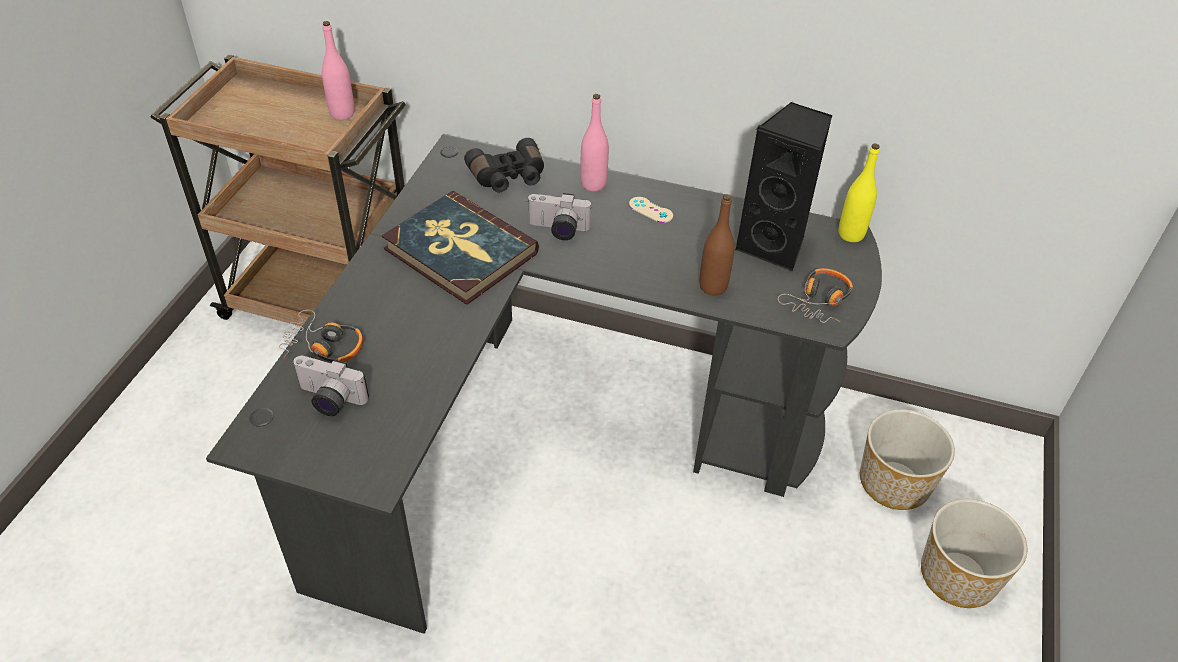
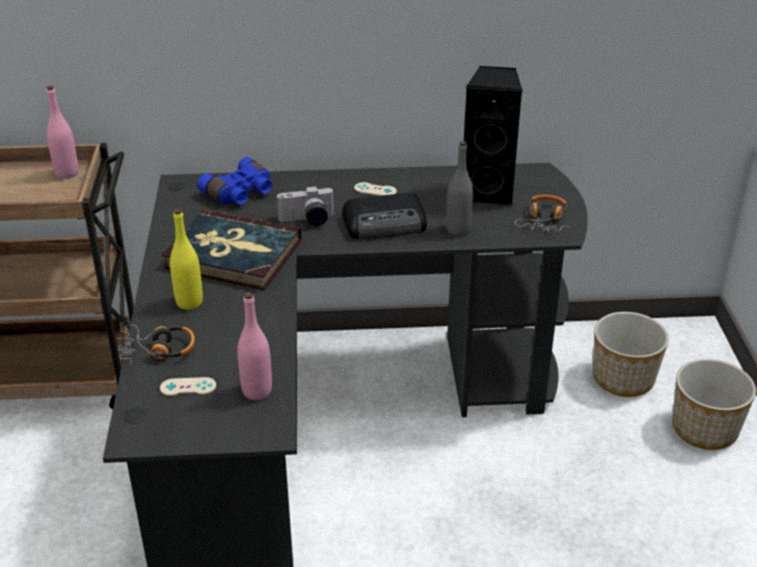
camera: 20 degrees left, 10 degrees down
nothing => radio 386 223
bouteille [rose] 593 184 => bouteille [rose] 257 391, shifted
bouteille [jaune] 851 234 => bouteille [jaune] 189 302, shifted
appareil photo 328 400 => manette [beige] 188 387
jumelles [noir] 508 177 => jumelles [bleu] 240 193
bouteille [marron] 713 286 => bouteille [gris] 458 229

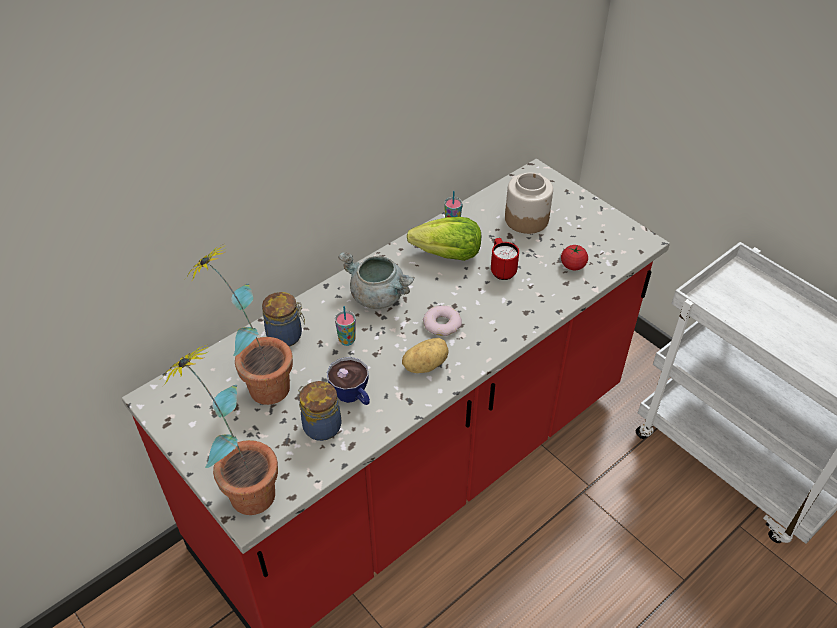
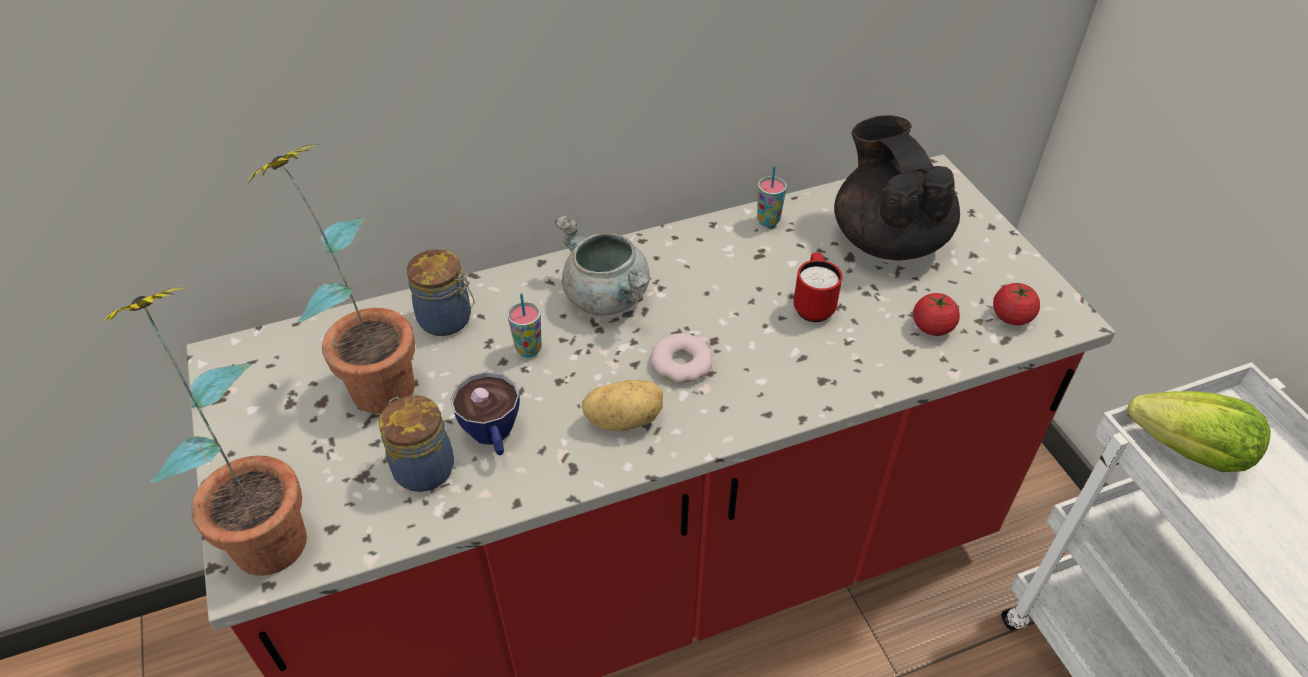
camera: 20 degrees right, 0 degrees up
nothing => tomate 1011 317
laitue 448 255 => laitue 1189 452, shifted
bocal 526 219 => théière [noir] 888 238

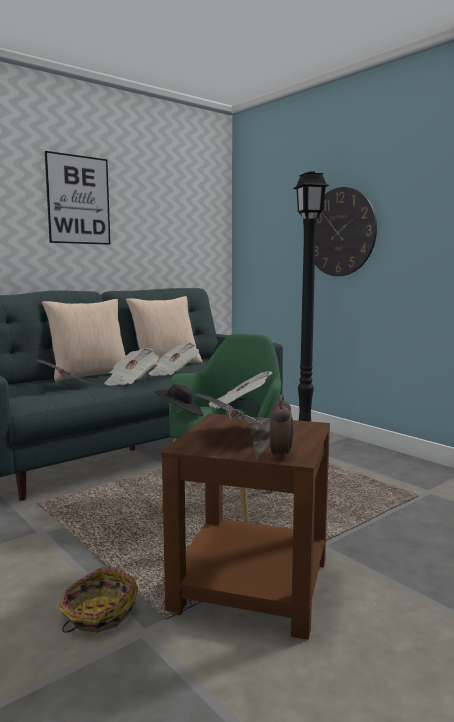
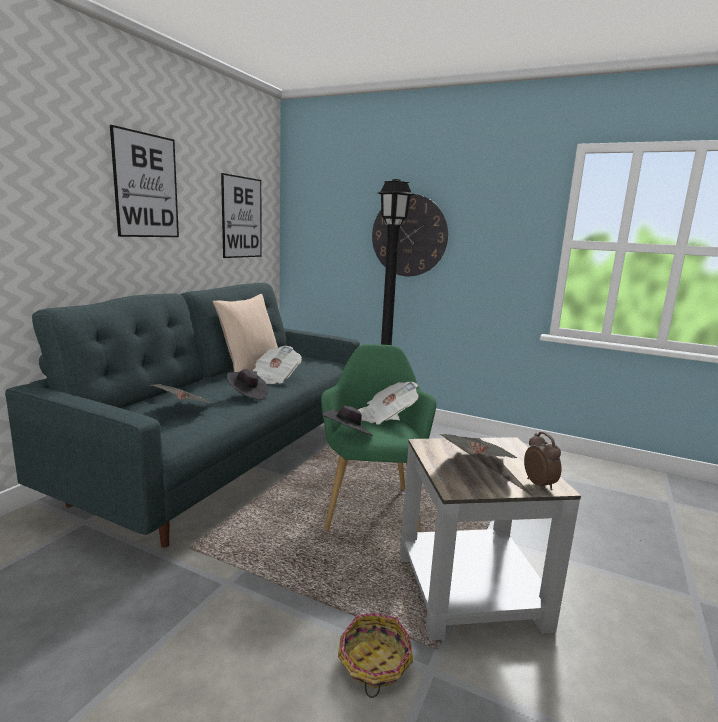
camera: 25 degrees left, 5 degrees up
coussin [beige] 90 374 => nothing
nothing => tableau 242 217
journal 131 381 => chapeau [noir] 247 395
table d'appoint [marron] 250 582 => table d'appoint [gris] 467 589

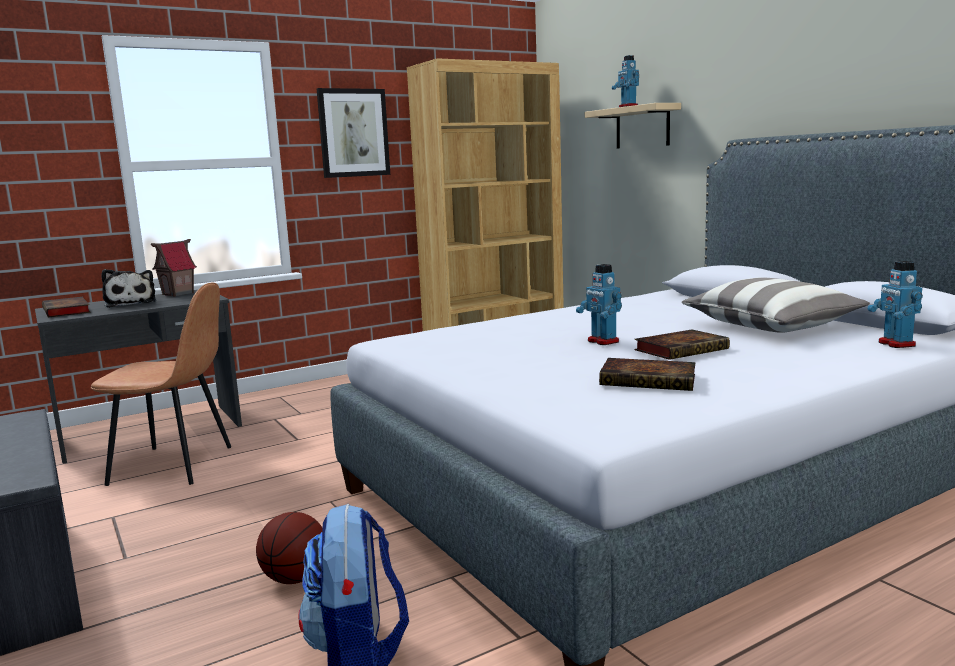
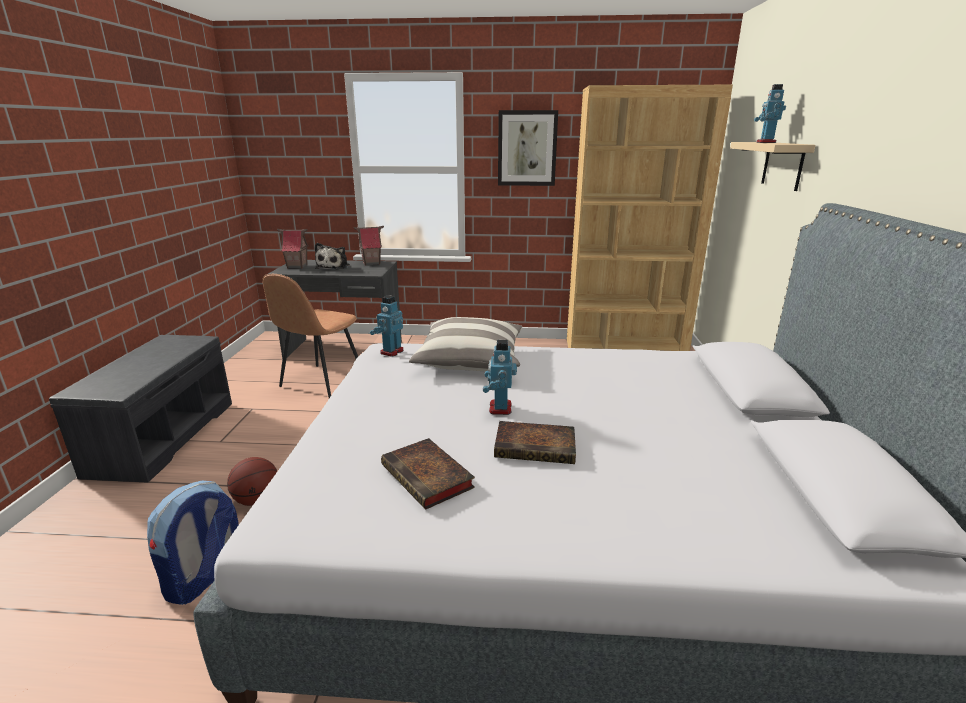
camera: 35 degrees right, 10 degrees up
coussin 771 326 => coussin 470 360, shifted
robot jouet 895 344 => robot jouet 391 352, shifted
livre 67 311 => maison miniature 297 266
chaise [marron] 175 465 => chaise [marron] 321 382, 75 degrees clockwise

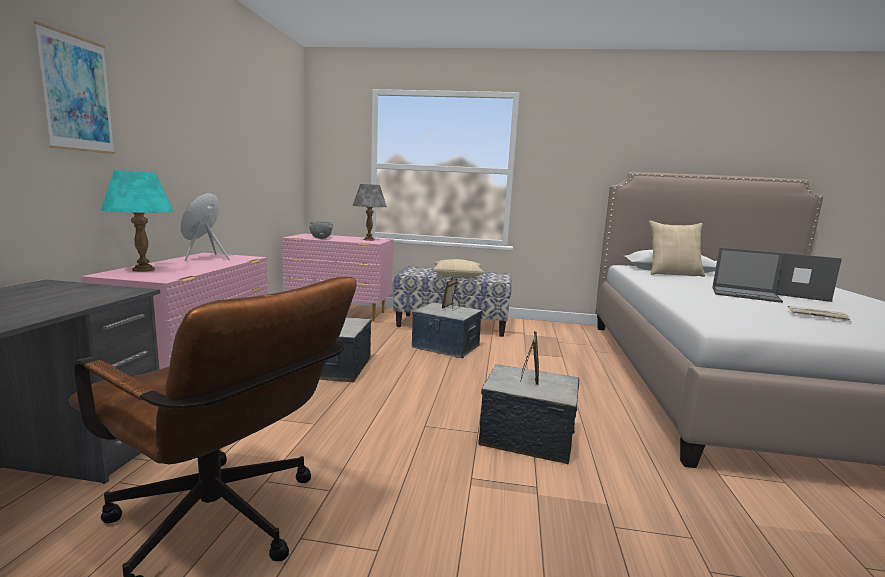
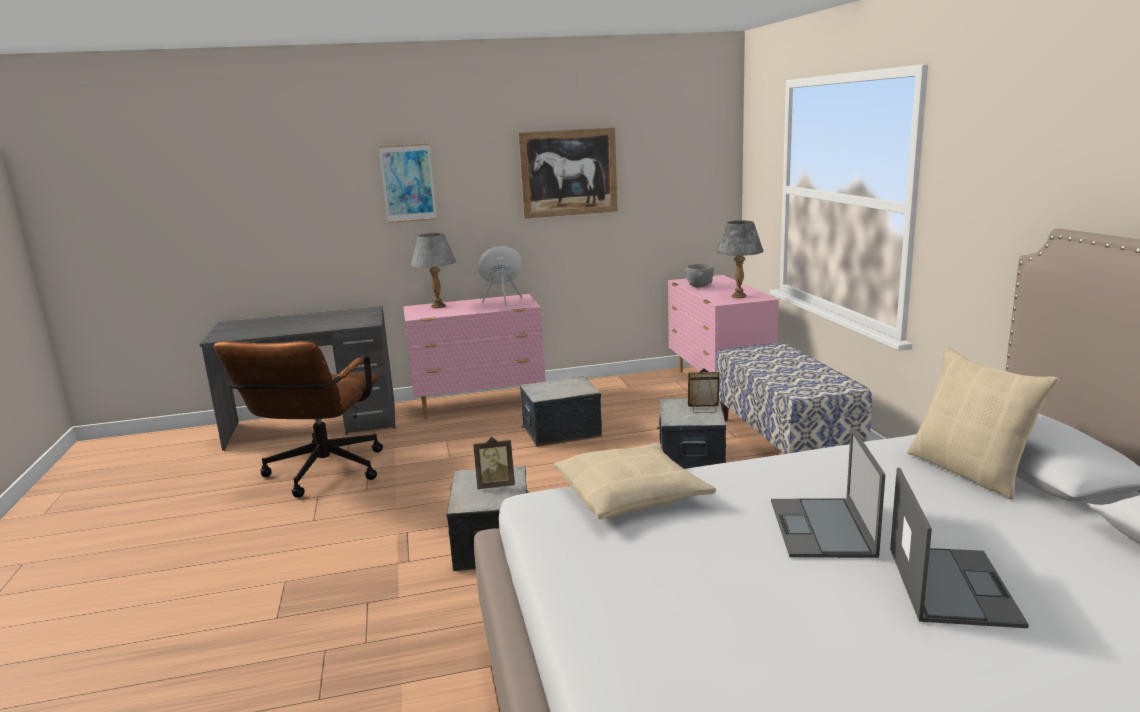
camera: 70 degrees right, 5 degrees up
journal 818 316 => nothing
nothing => tableau 568 172
coussin [beige] 457 275 => coussin [beige] 631 494, shifted
lampe de table [turquoise] 144 269 => lampe de table [gris] 438 306

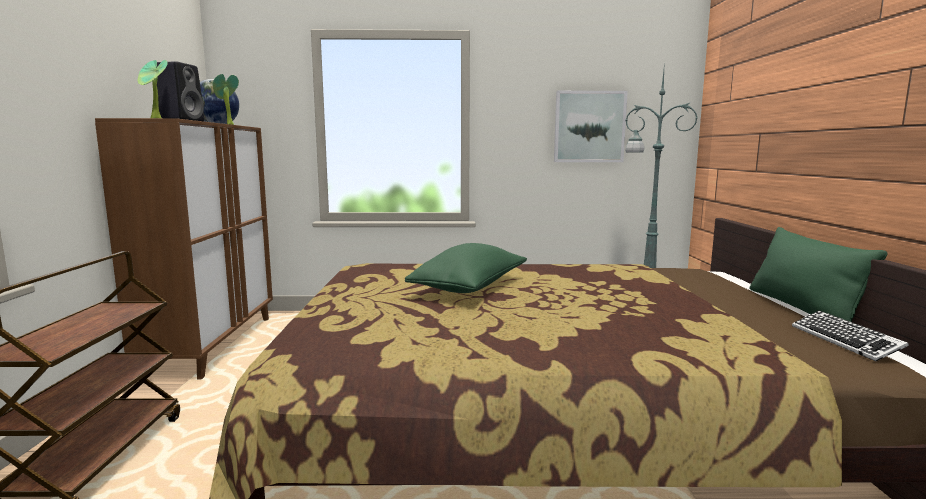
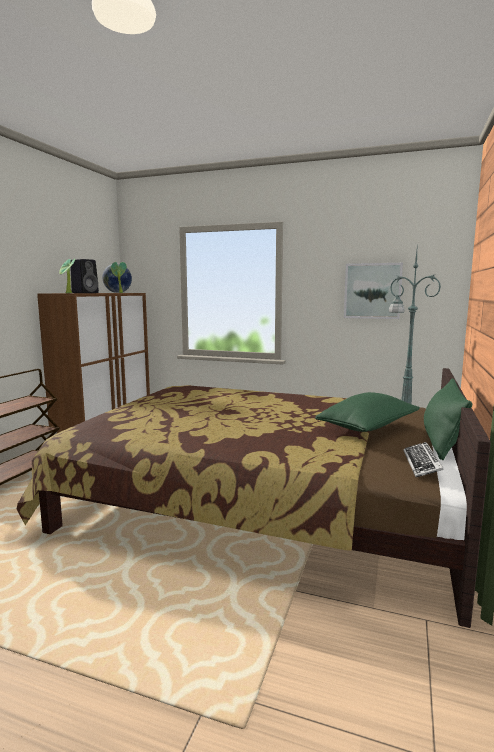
camera: 20 degrees right, 0 degrees up
coussin [vert] 470 288 => coussin [vert] 368 427, shifted

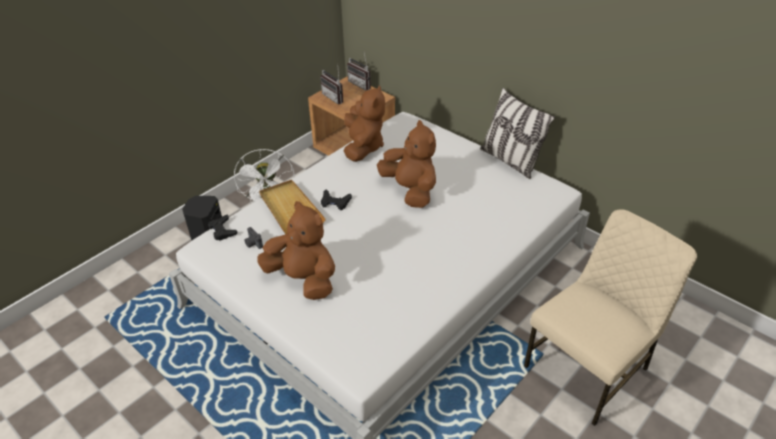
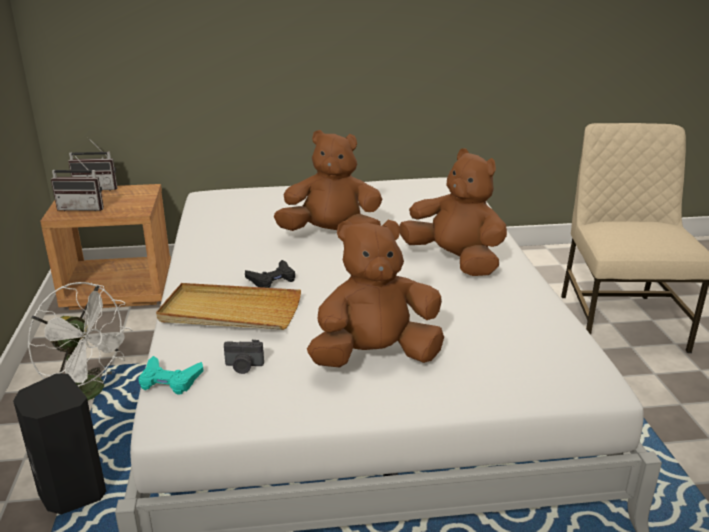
camera: 50 degrees left, 15 degrees down
coussin 510 161 => nothing
peluche [marron] 363 147 => peluche [marron] 454 261, shifted
manette [noir] 222 230 => manette [turquoise] 169 380

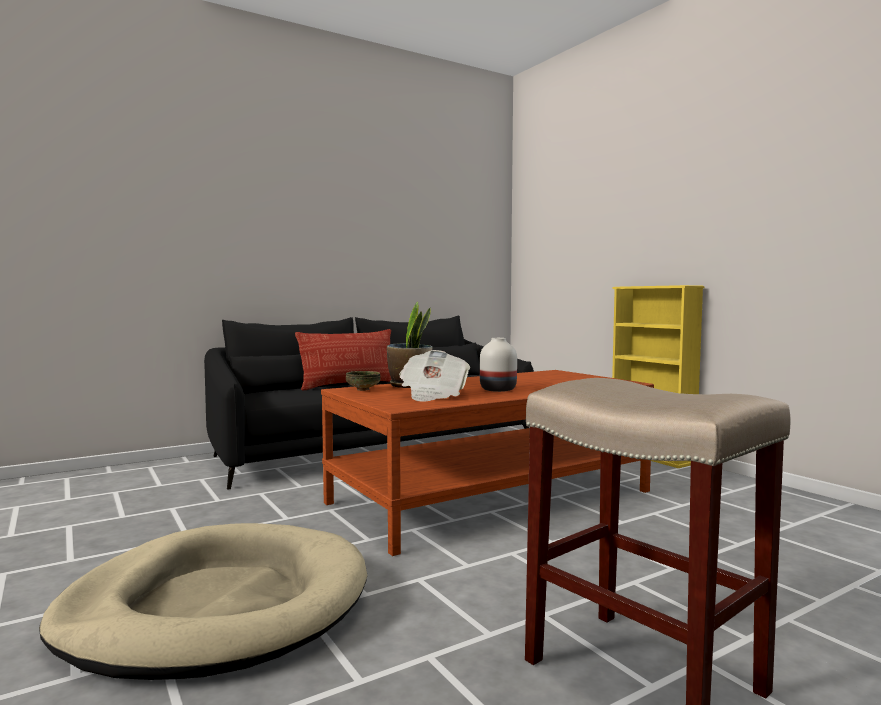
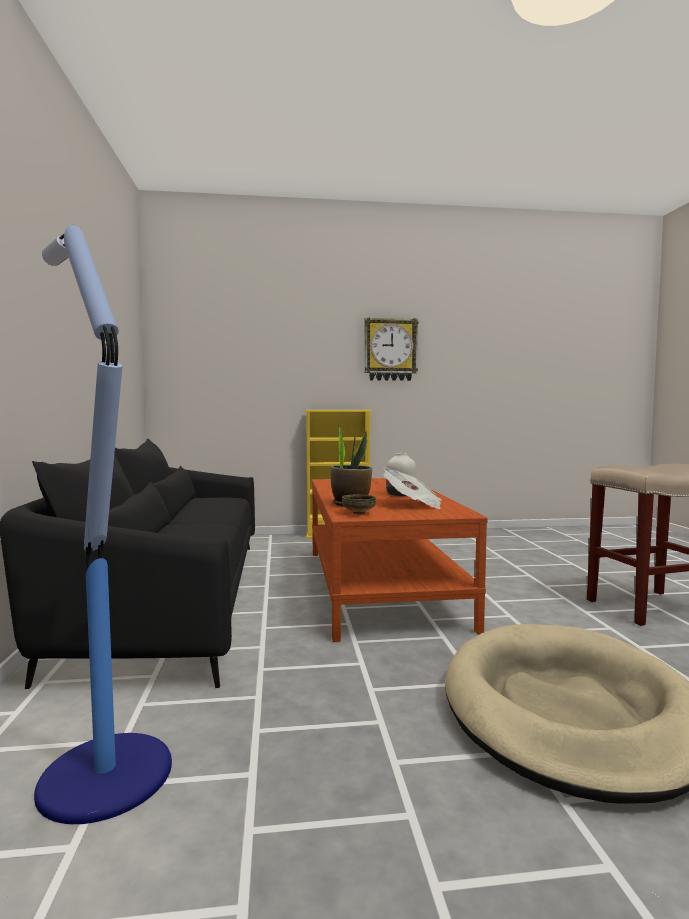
camera: 65 degrees left, 0 degrees up
coussin 349 385 => nothing
nothing => lampadaire 103 773
nothing => horloge murale 390 350

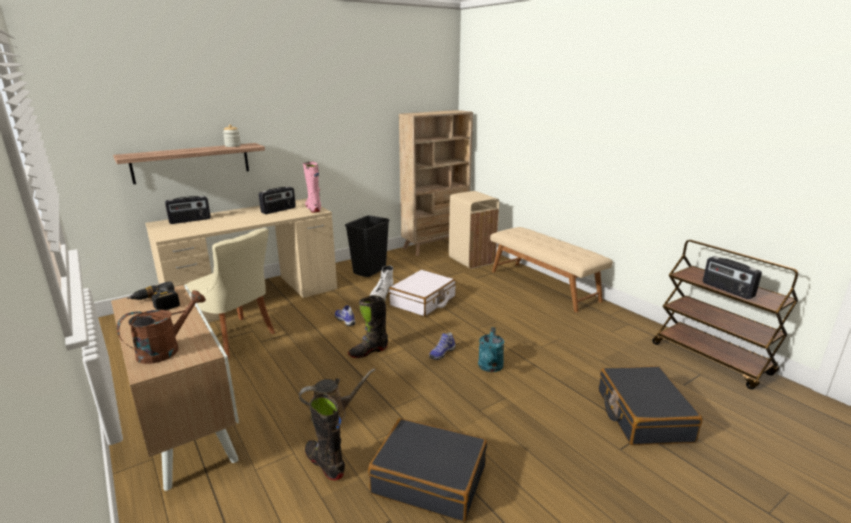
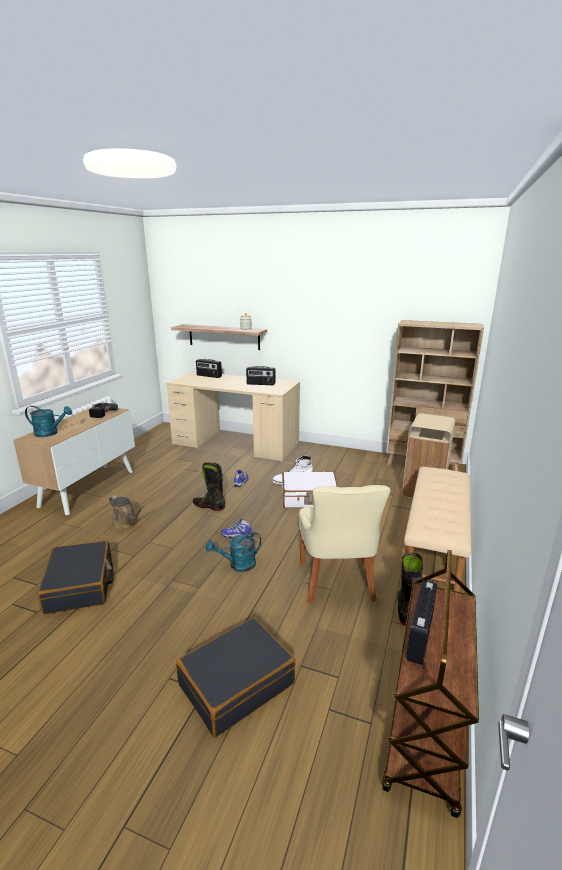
camera: 55 degrees right, 0 degrees up
botte [rose] 313 209 => nothing
poubelle [noir] 369 271 => nothing
chaise [beige] 236 338 => chaise [beige] 337 583, shifted
botte [noir] 325 464 => botte [noir] 405 610, shifted
arrosoir [marron] 166 349 => arrosoir [turquoise] 50 433

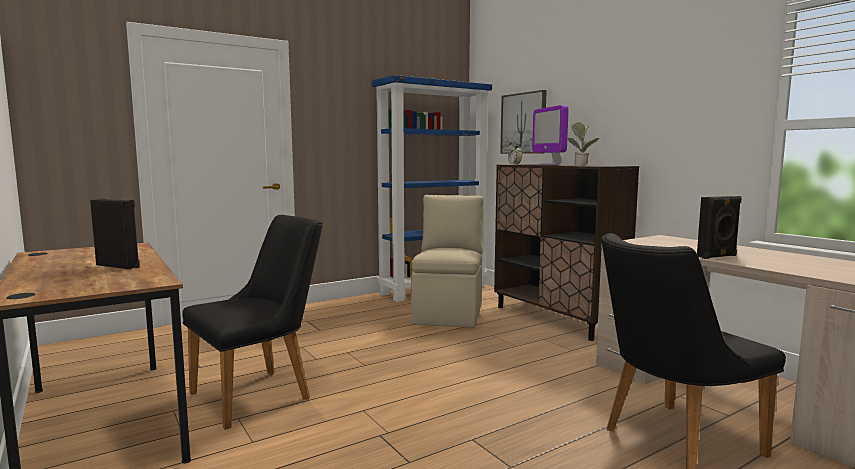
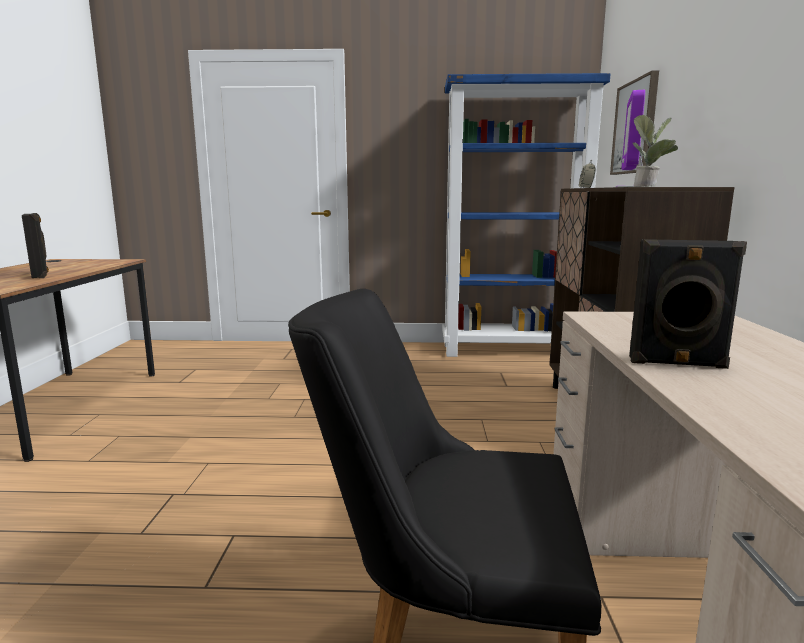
camera: 35 degrees right, 5 degrees up
chaise [noir] 262 393 => nothing
chaise [beige] 449 313 => nothing

